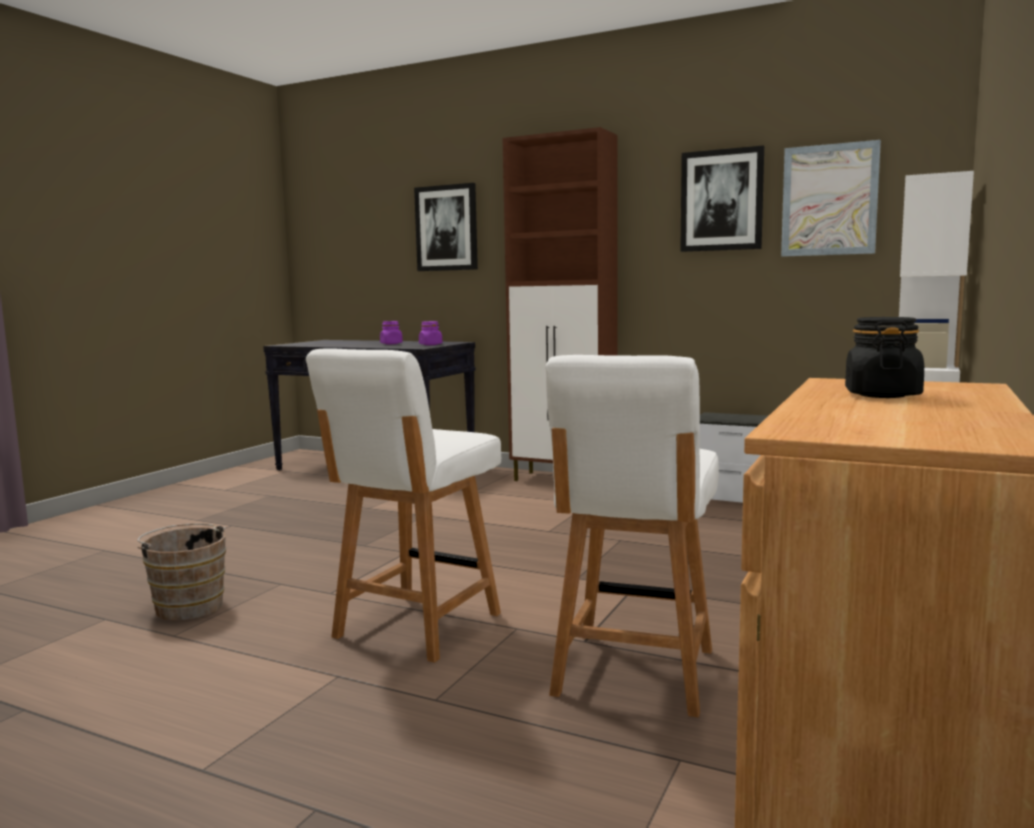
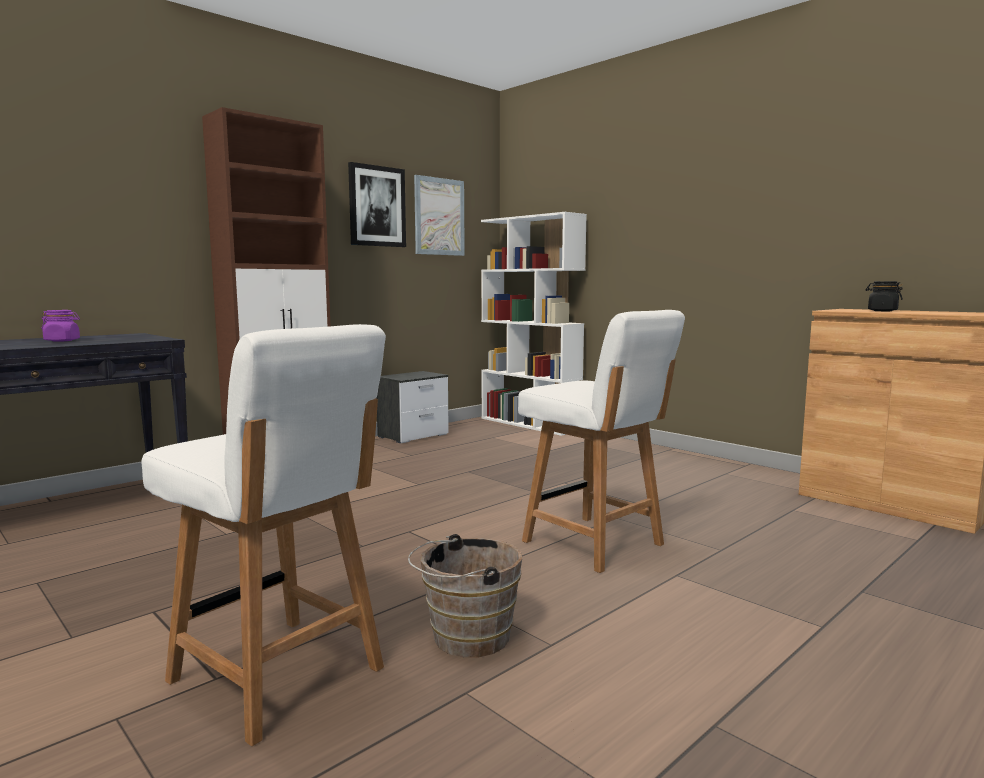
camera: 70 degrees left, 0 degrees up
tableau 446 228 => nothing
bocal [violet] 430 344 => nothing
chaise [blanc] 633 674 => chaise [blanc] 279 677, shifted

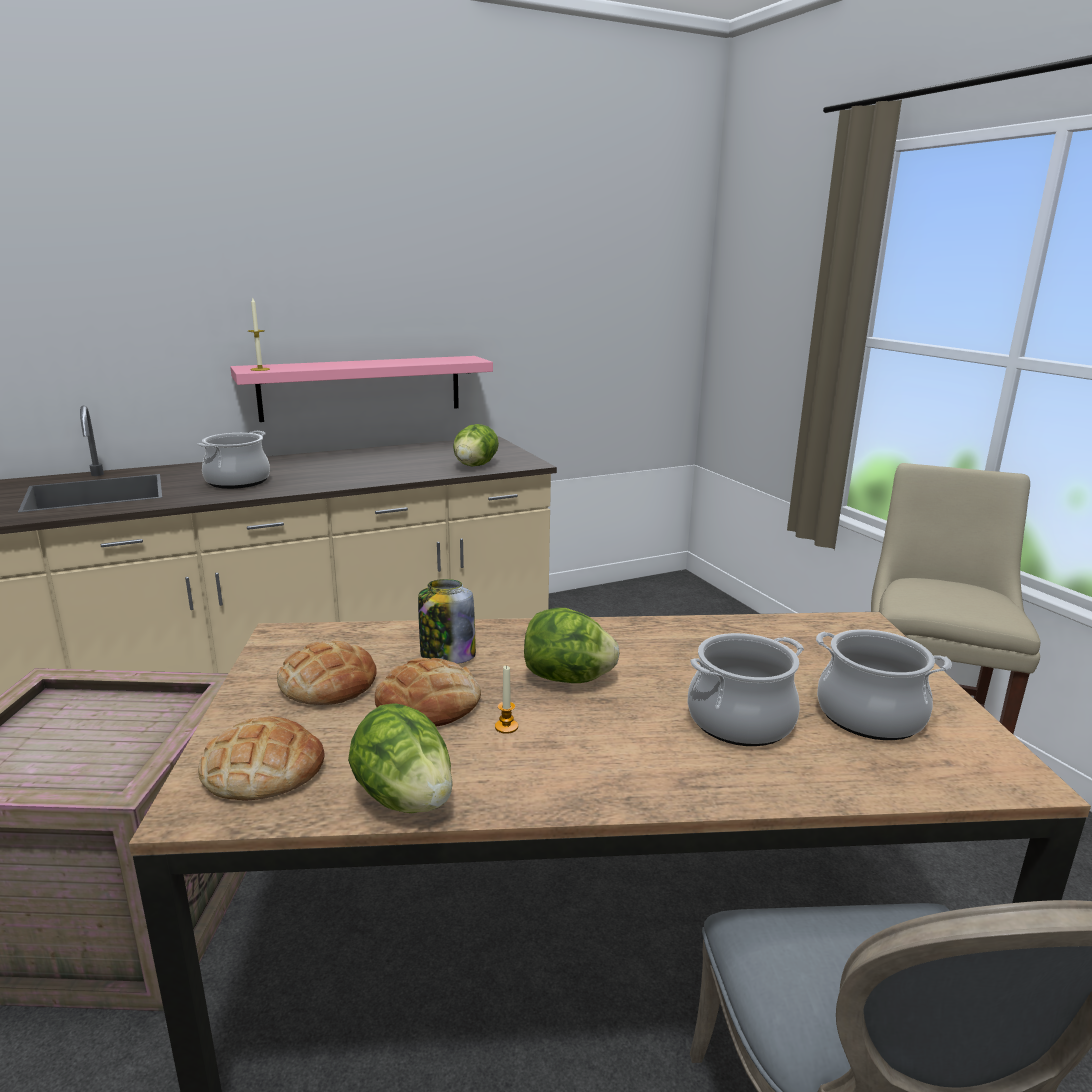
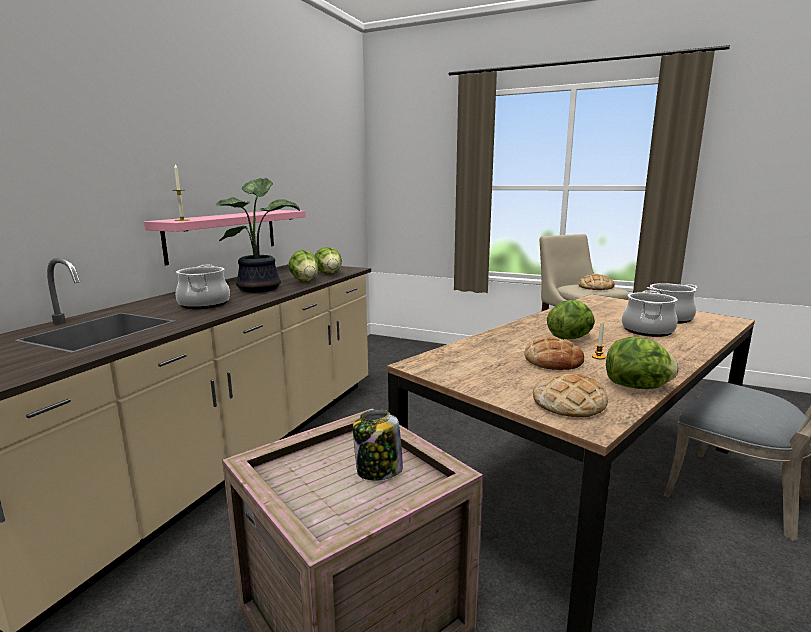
camera: 40 degrees left, 5 degrees down
nothing => plante en pot 262 288
nothing => laitue 305 281
pain 328 683 => pain 595 287, shifted
bocal 446 655 => bocal 378 471, shifted

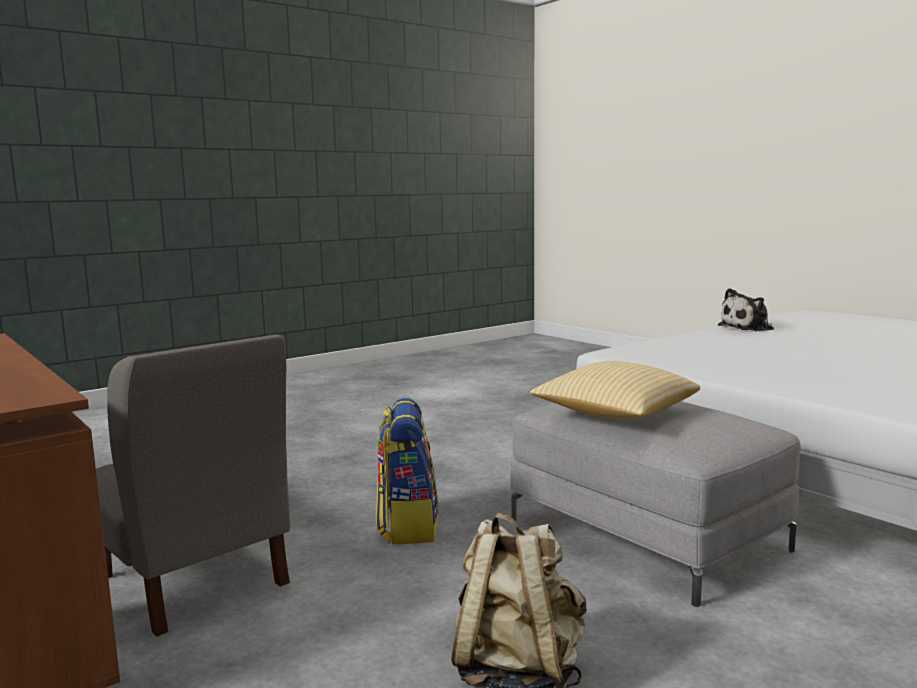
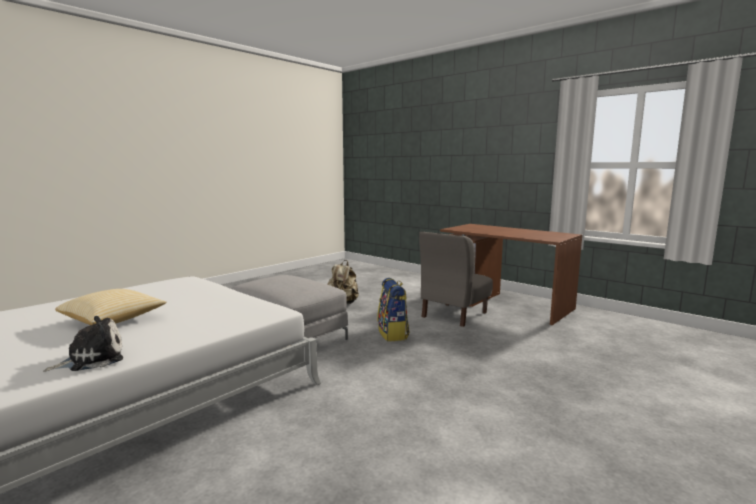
camera: 170 degrees right, 0 degrees up
coussin 614 415 => coussin 114 320, shifted
chaise [gris] 193 580 => chaise [gris] 453 314, 90 degrees counterclockwise

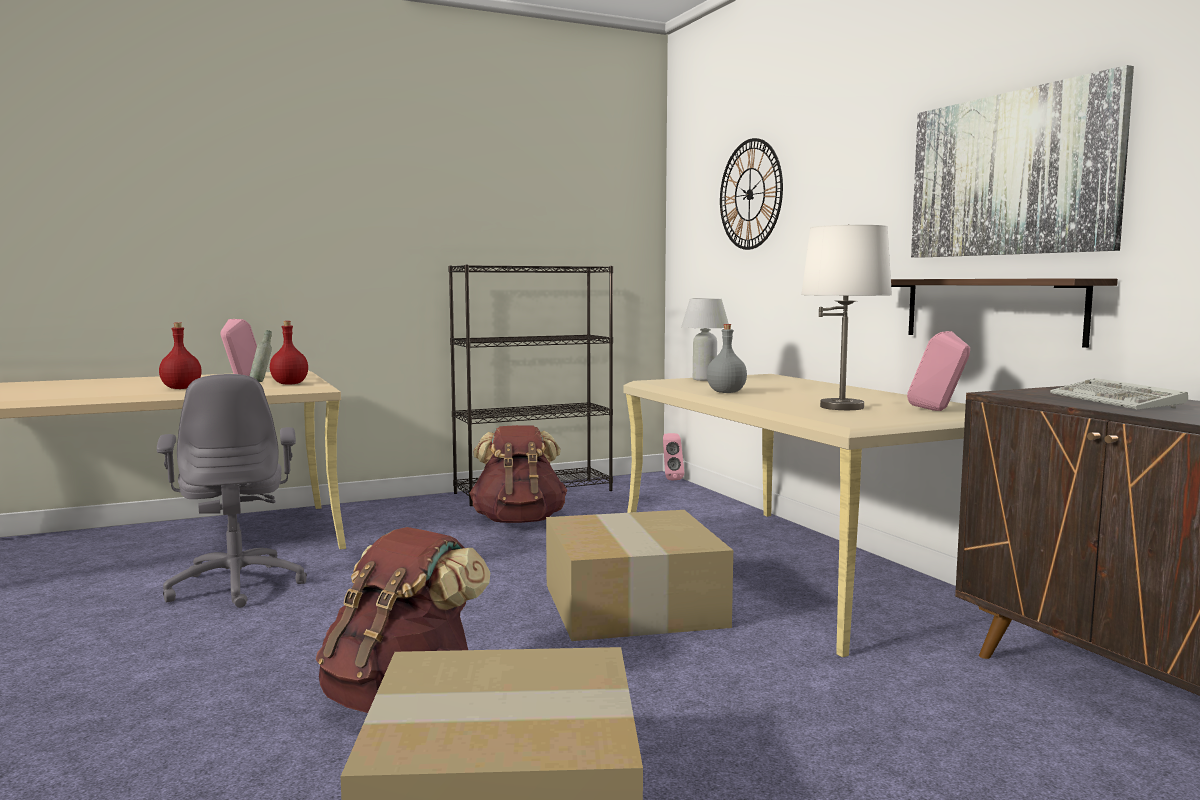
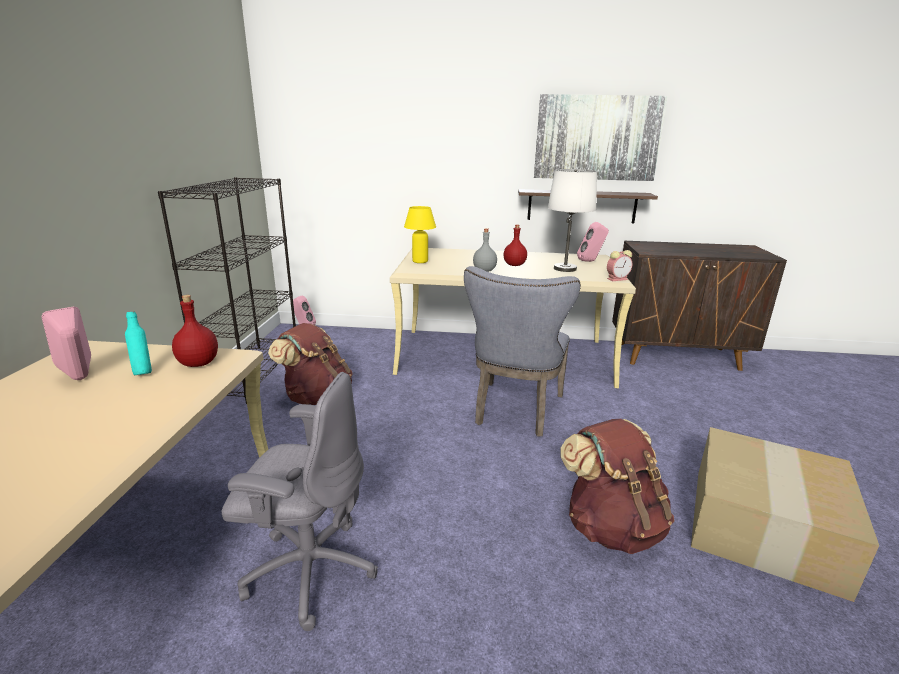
camera: 60 degrees left, 15 degrees up
horloge murale 750 194 => nothing
clavier 1118 401 => nothing
nothing => réveil 617 279
bouteille [rouge] 182 388 => bouteille [rouge] 514 265, shifted
carton 630 604 => chaise [gris] 515 412
bouteille [gris] 262 381 => bouteille [turquoise] 143 372
lampe de table [blanc] 704 379 => lampe de table [jaune] 420 261

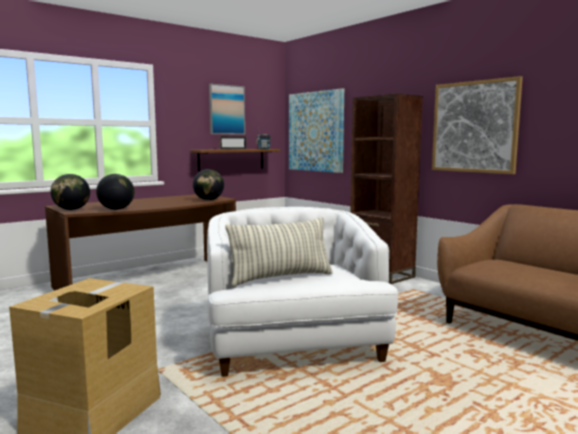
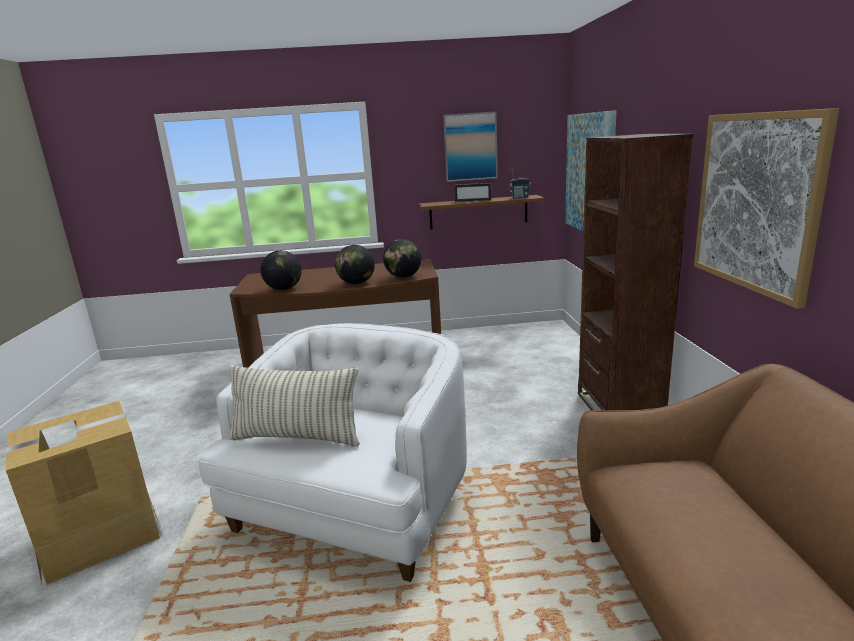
camera: 35 degrees right, 10 degrees up
globe 71 209 => globe 356 283, shifted

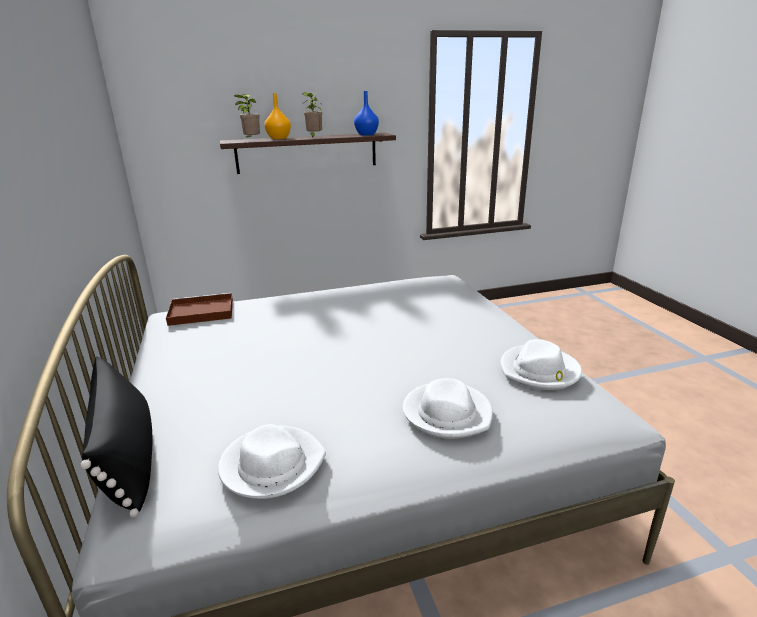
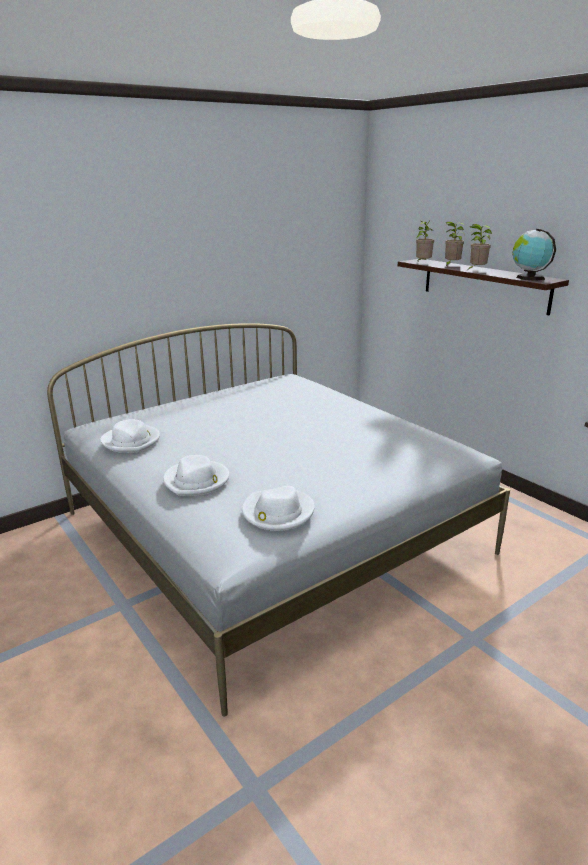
camera: 70 degrees right, 0 degrees up
coussin [noir] 128 457 => nothing
plateau [marron] 200 312 => nothing
vase [orange] 278 138 => plante en pot 451 265
vase [bleu] 366 134 => globe 528 278

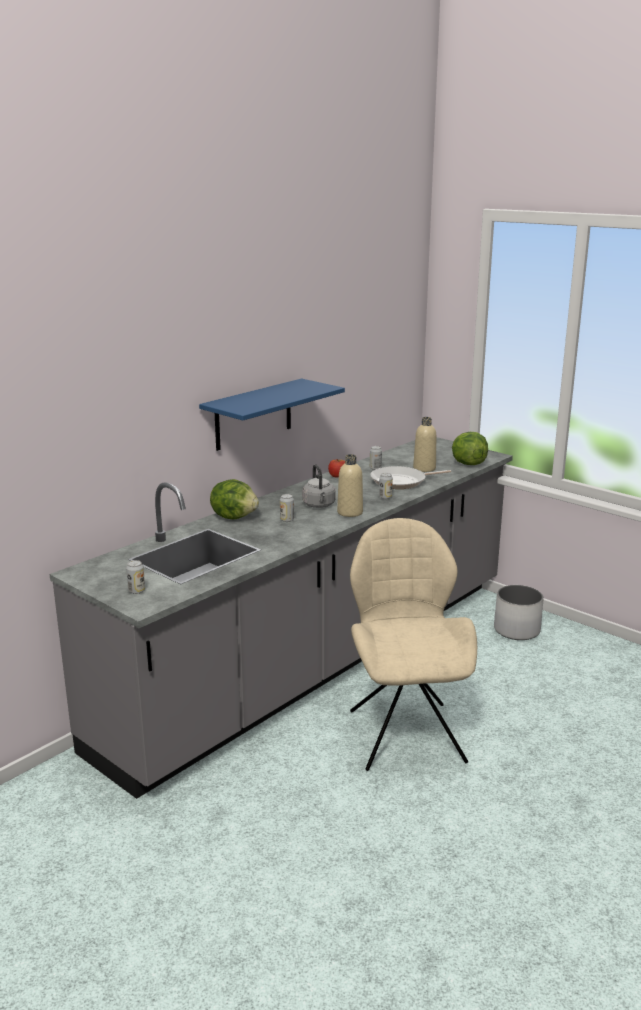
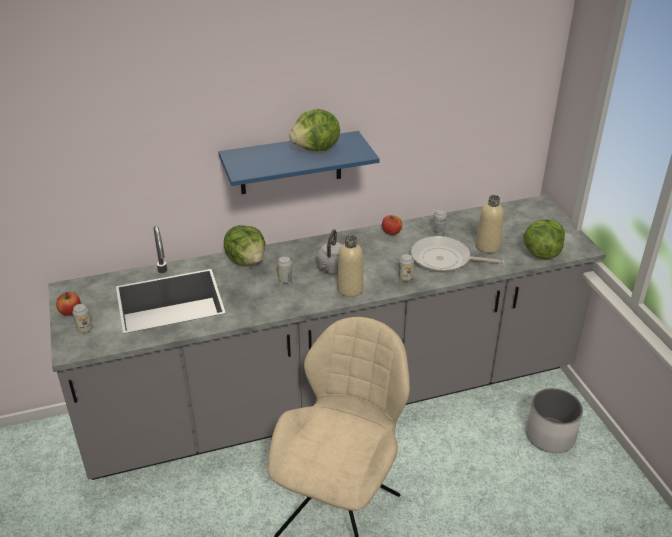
camera: 30 degrees right, 15 degrees up
nothing => pomme 70 311
nothing => laitue 316 149

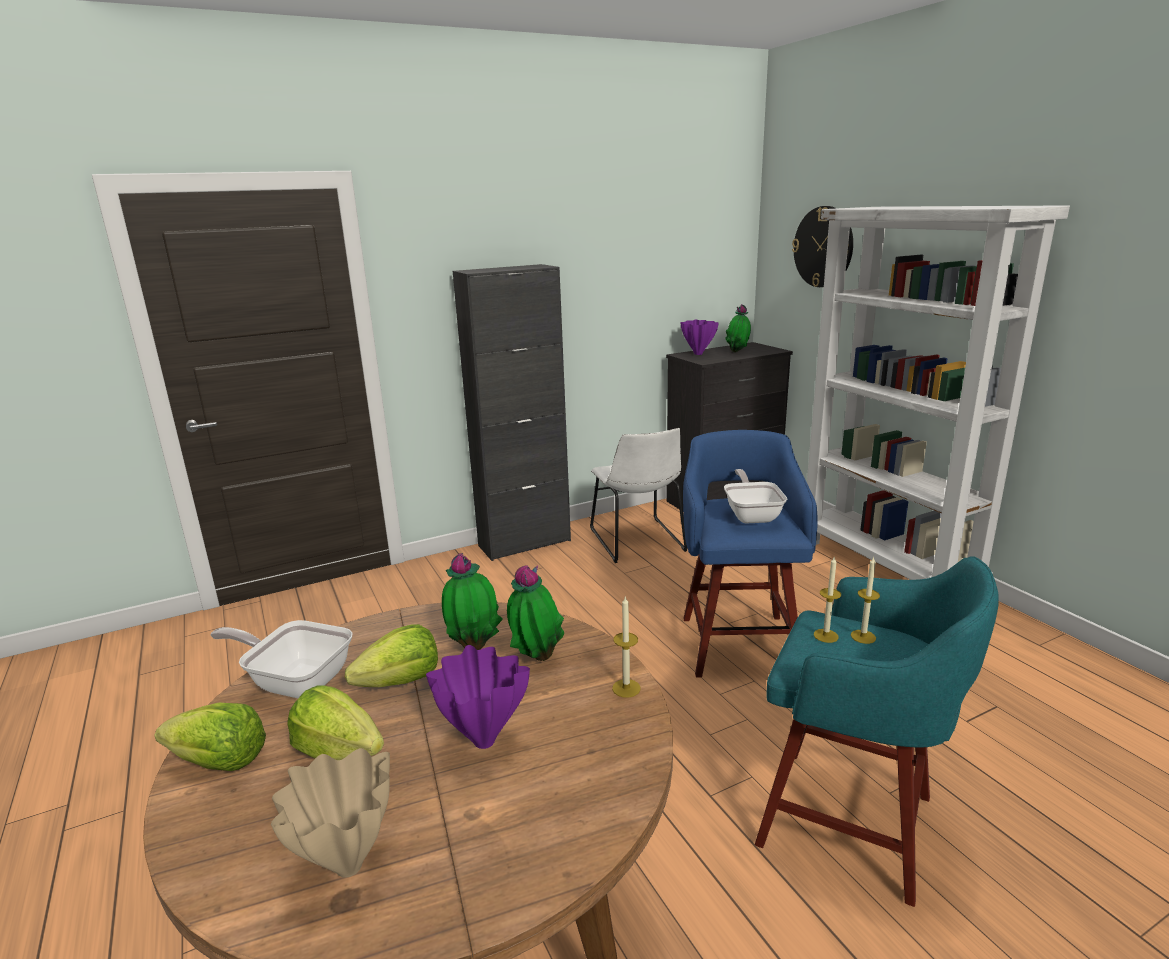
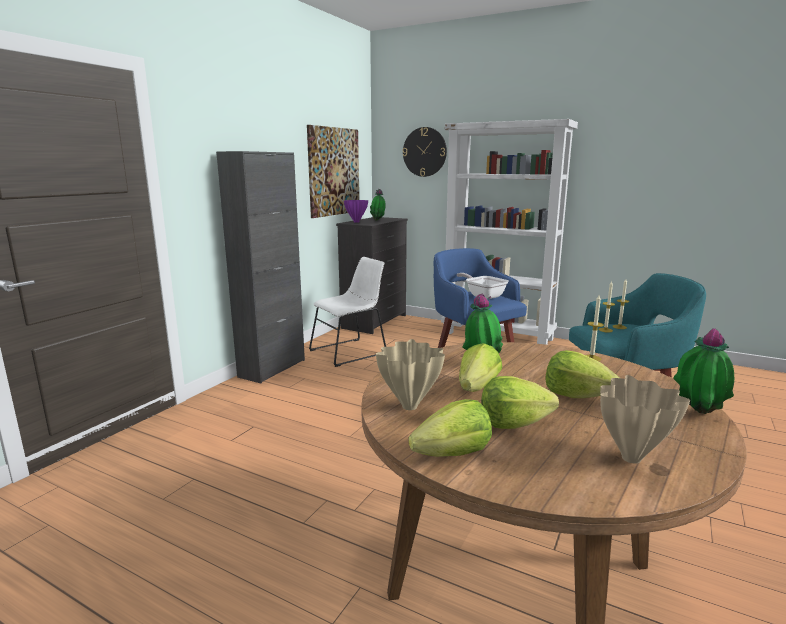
camera: 35 degrees left, 5 degrees down
nothing => tableau 334 171
plante en pot 536 658 => plante en pot 697 414, shifted
poêle 295 681 => vase [beige] 409 407
vase [violet] 482 741 => laitue 576 395
chaise [blanc] 638 542 => chaise [blanc] 351 351, 75 degrees counterclockwise

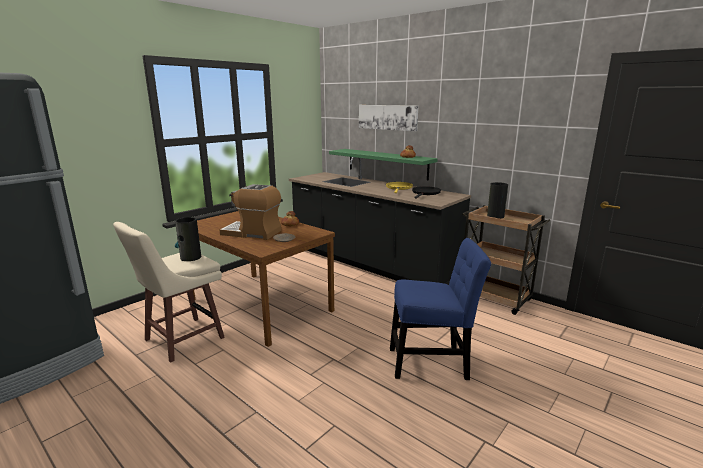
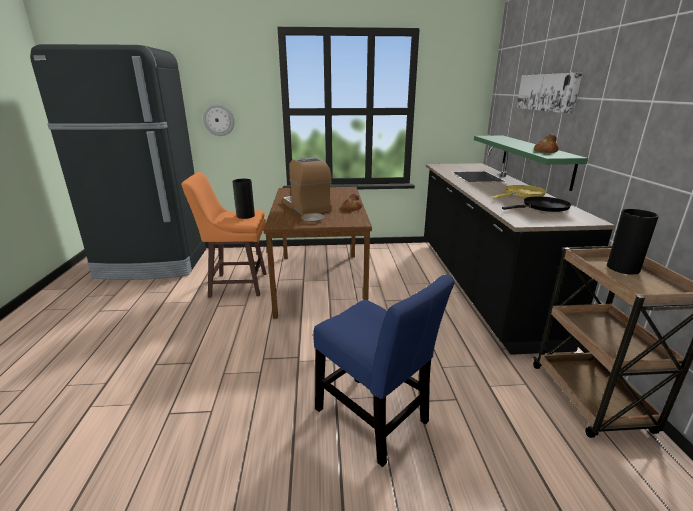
camera: 45 degrees right, 5 degrees up
nothing => horloge murale 219 120
tabouret [beige] 182 339 => tabouret [orange] 236 285

